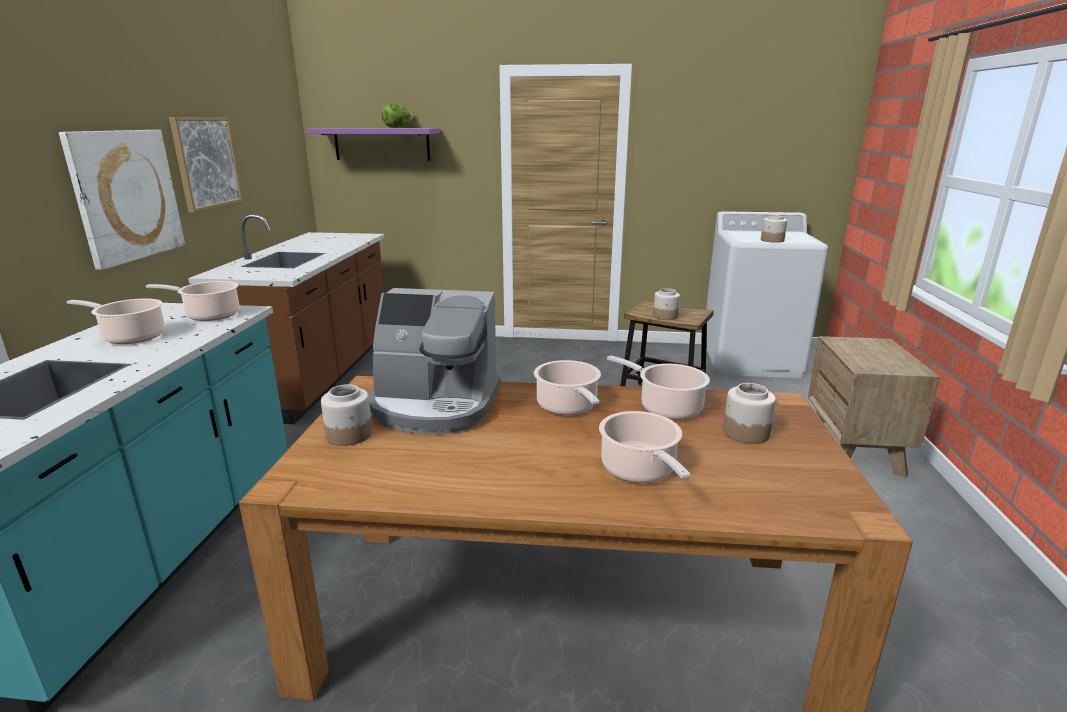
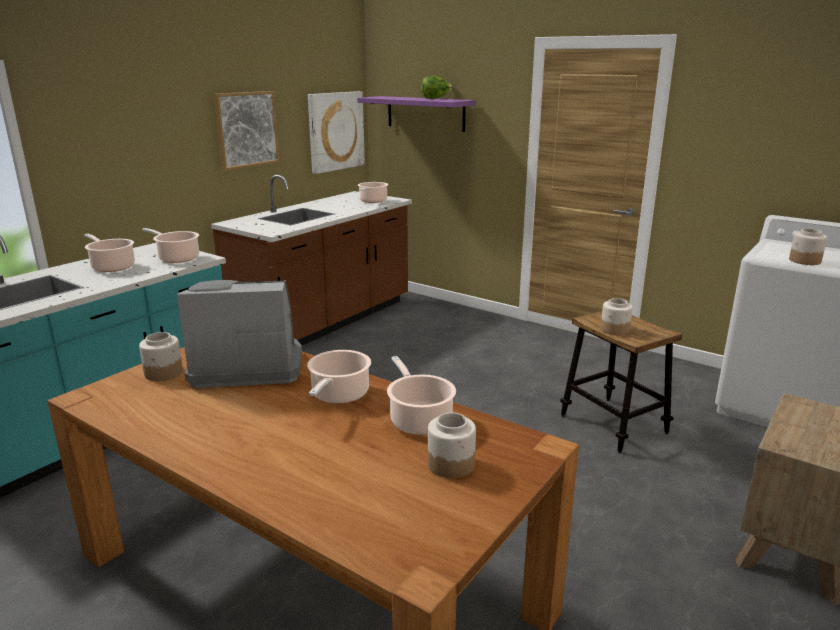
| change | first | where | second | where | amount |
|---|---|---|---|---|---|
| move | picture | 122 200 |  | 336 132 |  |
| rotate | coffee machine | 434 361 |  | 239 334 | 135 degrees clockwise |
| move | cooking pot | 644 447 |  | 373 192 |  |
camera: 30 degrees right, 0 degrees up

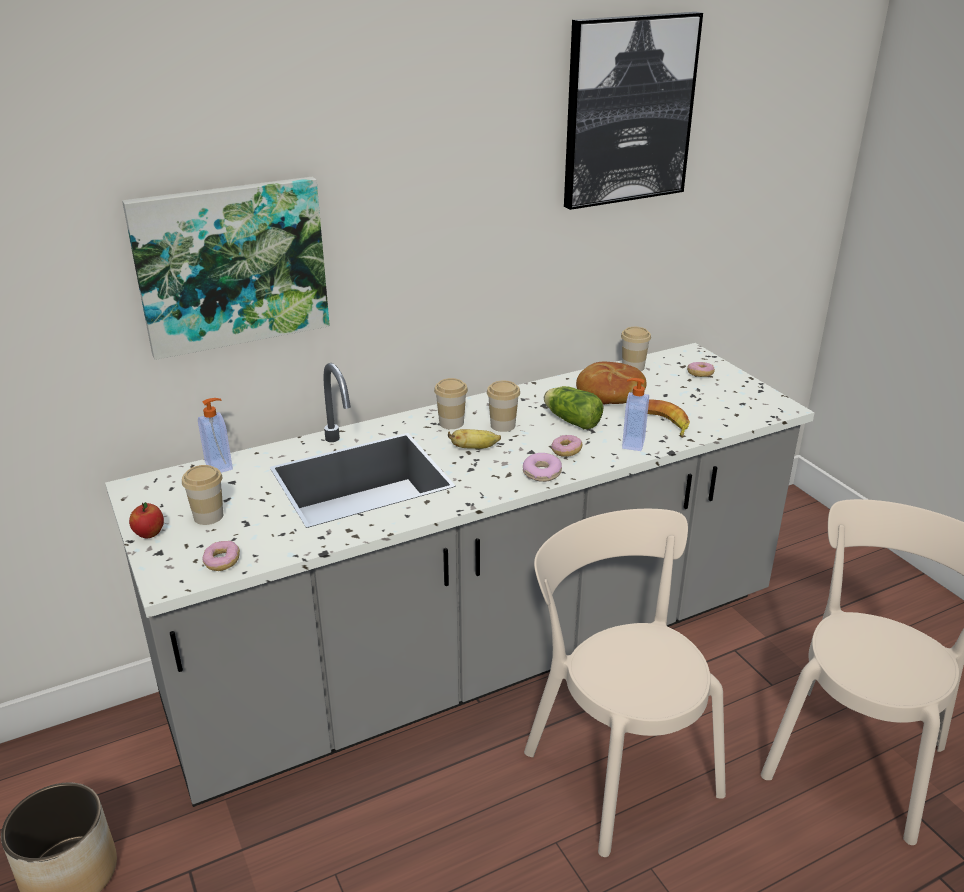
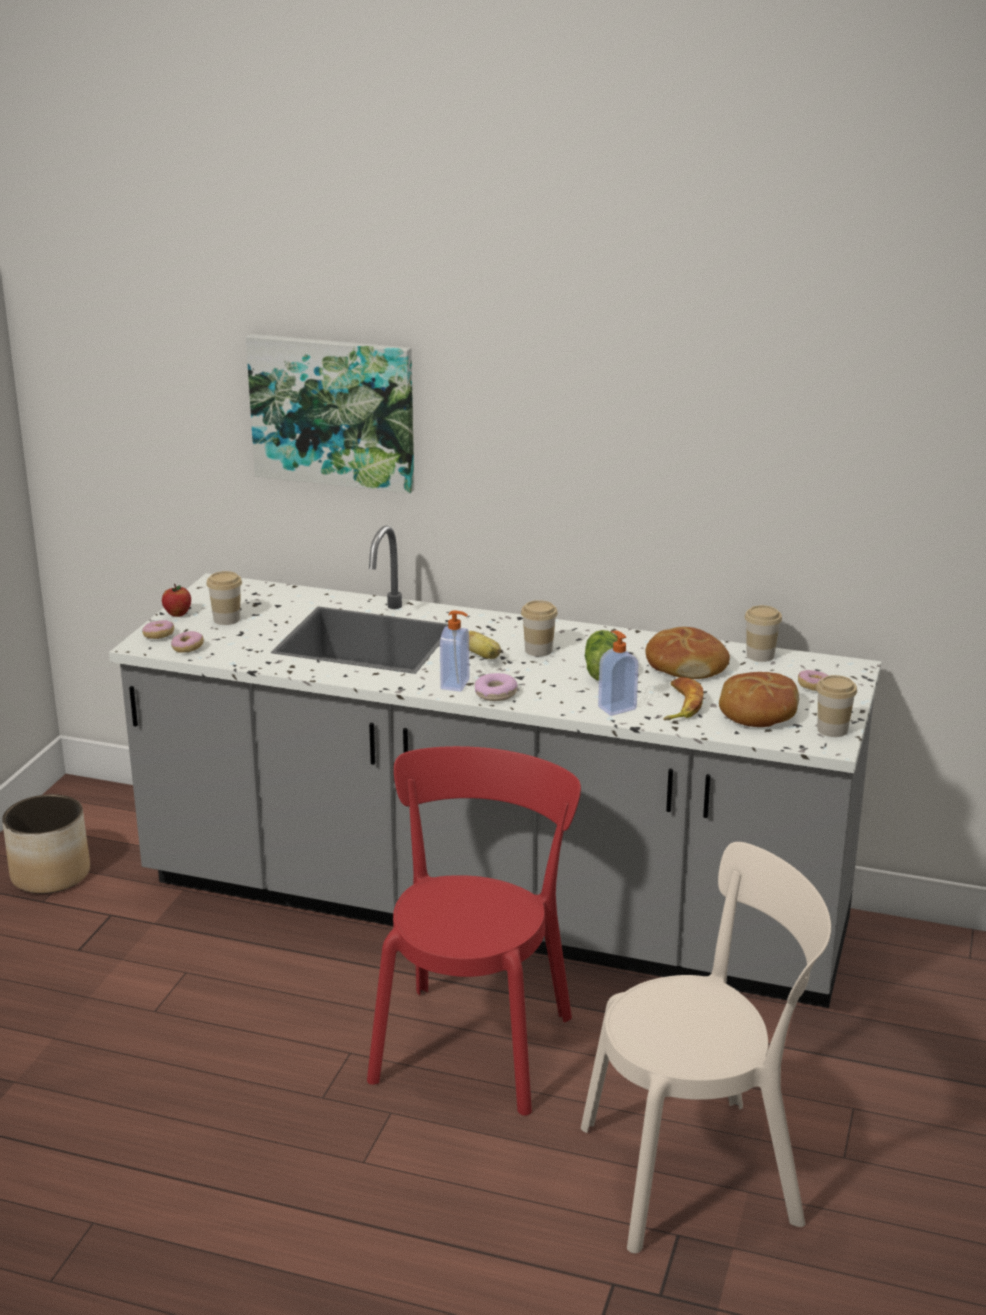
| change | first | where | second | where | amount |
|---|---|---|---|---|---|
| delete | picture | 633 111 |  |  |  |
| move | cup | 451 403 |  | 836 706 |  |
| move | soap dispenser | 215 435 |  | 454 651 |  |
| move | donut | 566 446 |  | 158 629 |  |
| recolor | beige chair | 625 683 | red chair | 474 931 |  |
| insert |  |  | bread | 759 699 |  |
camera: 45 degrees right, 5 degrees down

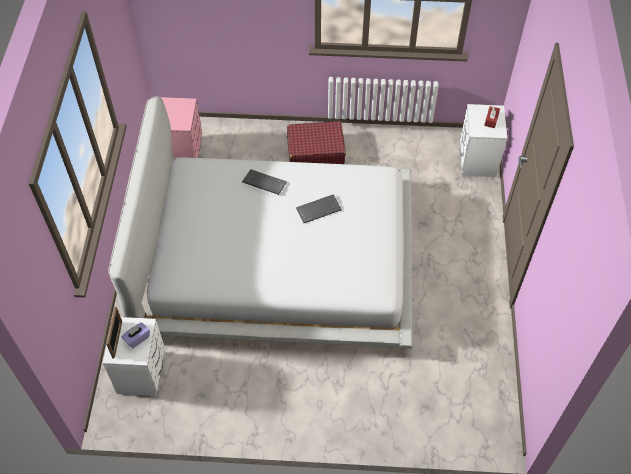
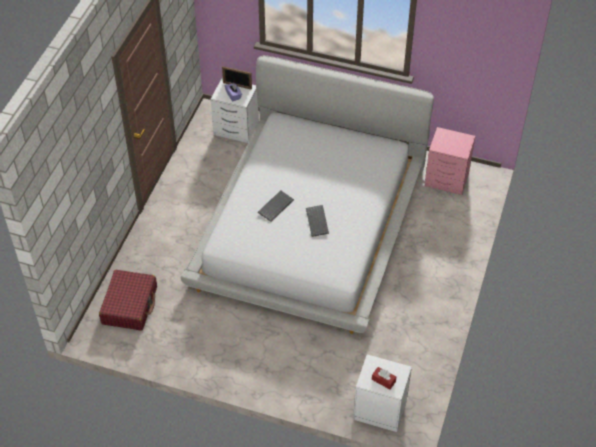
| change | first | where | second | where | amount |
|---|---|---|---|---|---|
| move | red suitcase | 316 142 |  | 128 300 |  |
| move | keyboard | 264 182 |  | 276 206 |  |
camera: 105 degrees right, 5 degrees down

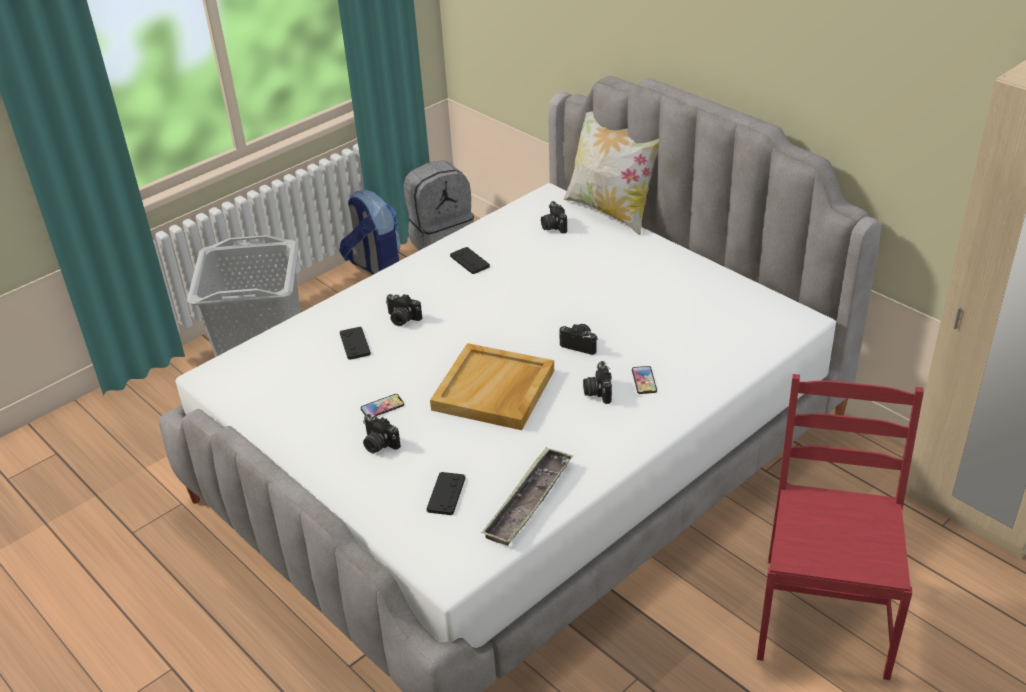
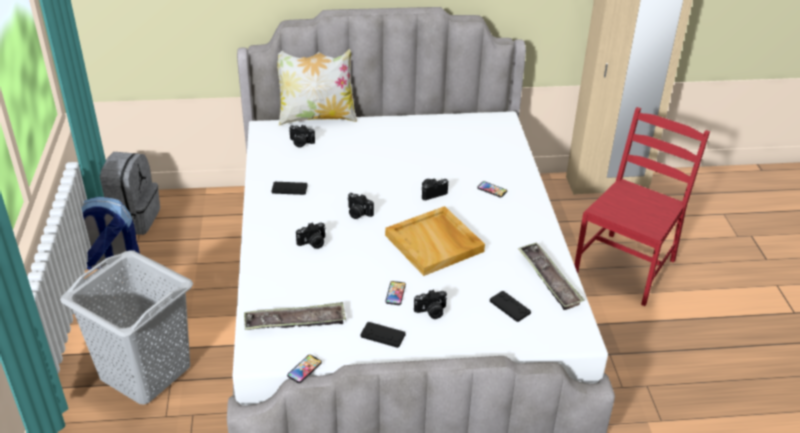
| change | first | where | second | where | amount |
|---|---|---|---|---|---|
| move | black game controller | 355 343 |  | 383 335 |  |
| move | photo camera | 597 382 |  | 360 206 |  |
| rotate | red chair | 840 527 |  | 642 206 | 75 degrees clockwise |
| insert |  |  | tray | 295 316 |  |
| insert |  |  | phone | 304 369 |  |
camera: 55 degrees left, 0 degrees up

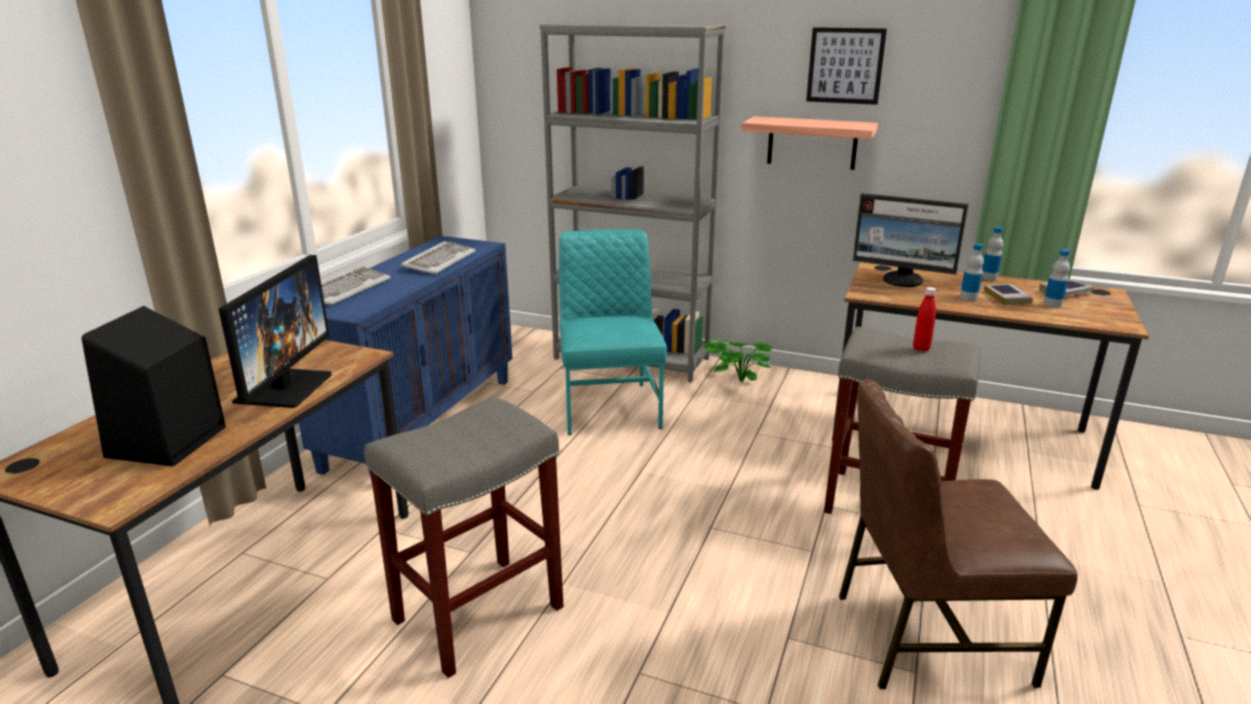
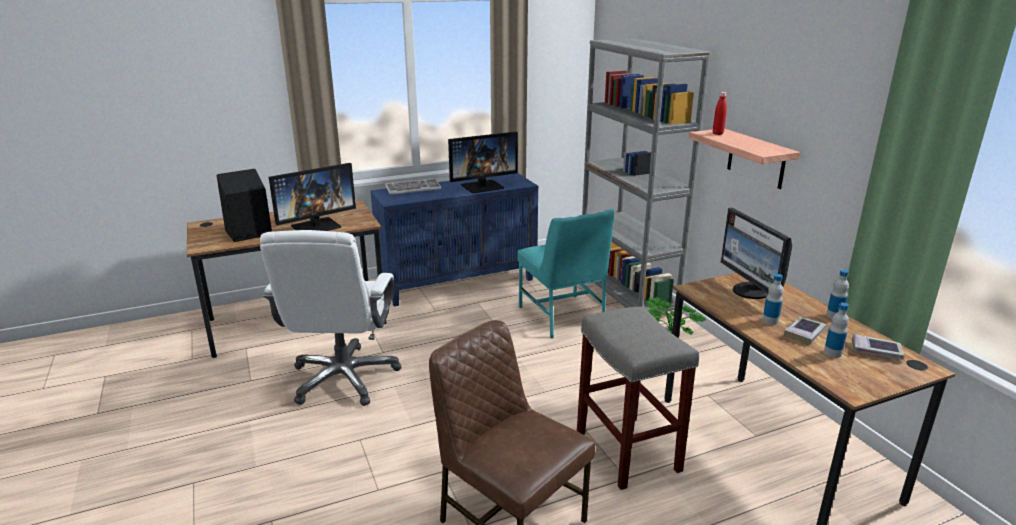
| change | first | where | second | where | amount |
|---|---|---|---|---|---|
| delete | picture | 846 66 |  |  |  |
| rotate | turquoise chair | 613 332 |  | 565 273 | 120 degrees clockwise |
| replace | keyboard | 438 257 | monitor | 483 162 |  |
| move | red bottle | 924 319 |  | 720 113 |  |
| replace | grey stool | 464 537 | white office chair | 330 318 |  |
camera: 45 degrees right, 0 degrees up

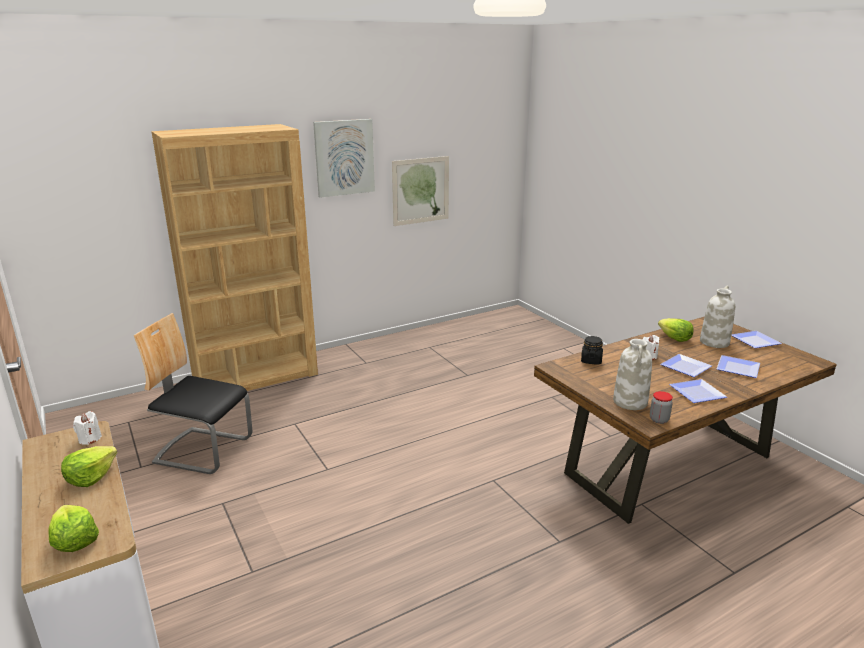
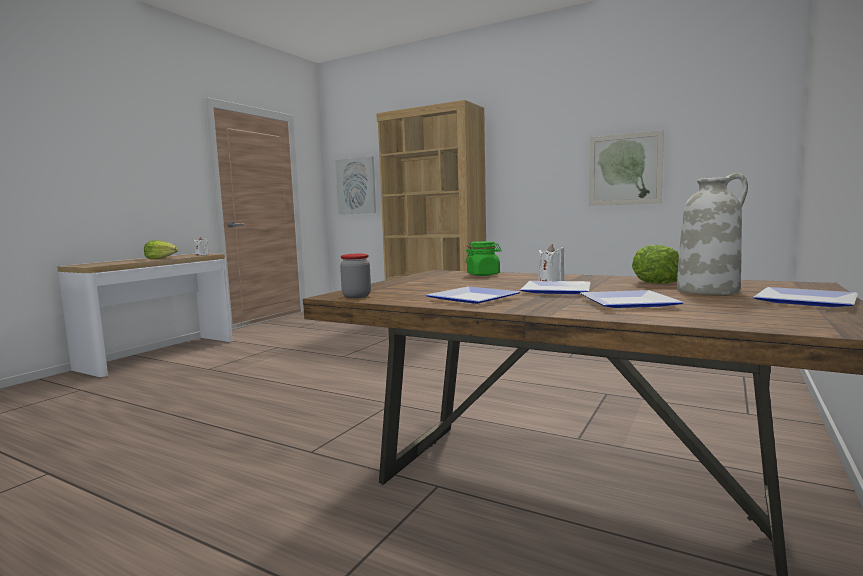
| change | first | where | second | where | amount |
|---|---|---|---|---|---|
| move | picture | 344 158 |  | 355 185 |  |
| delete | chair | 193 393 |  |  |  |
| recolor | black jar | 592 350 | green jar | 483 258 |  |
| delete | white vase | 632 374 |  |  |  |
| delete | lettuce | 73 528 |  |  |  |
camera: 60 degrees right, 15 degrees down

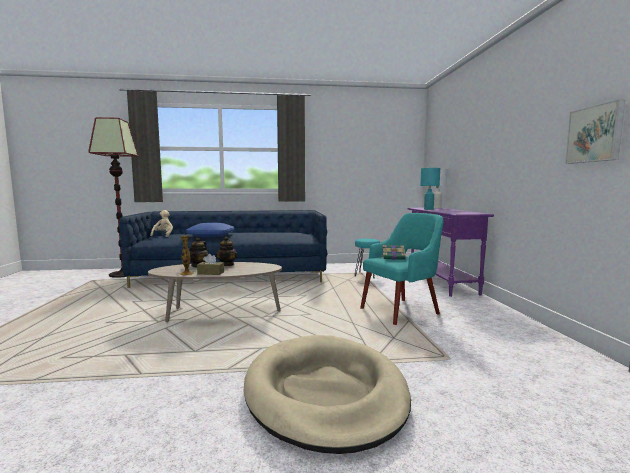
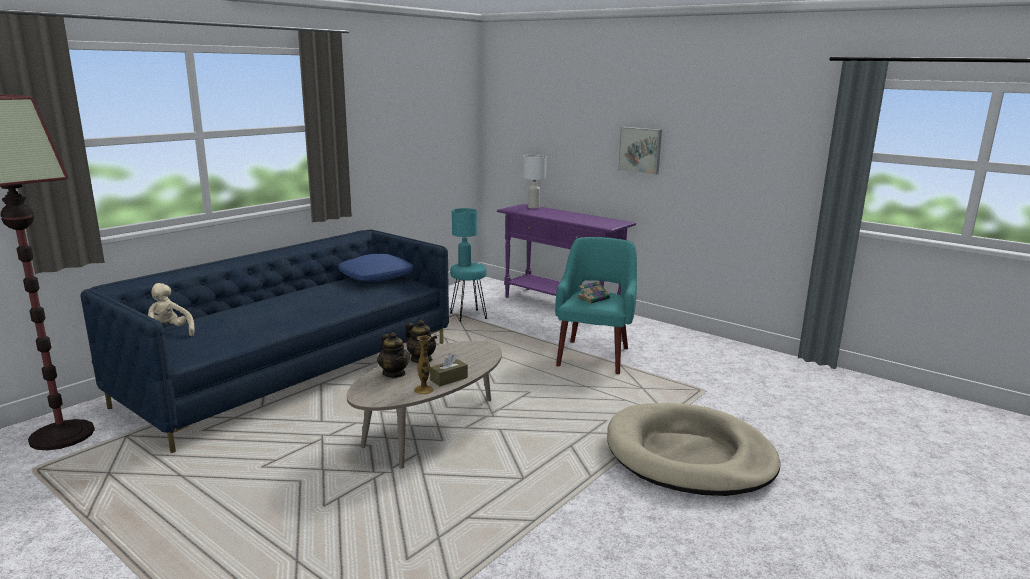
| change | first | where | second | where | amount |
|---|---|---|---|---|---|
| move | picture | 595 132 |  | 640 151 |  |
| move | turquoise table lamp | 430 189 |  | 464 237 |  |
| move | blue pillow | 210 230 |  | 375 268 |  |
camera: 45 degrees left, 10 degrees up

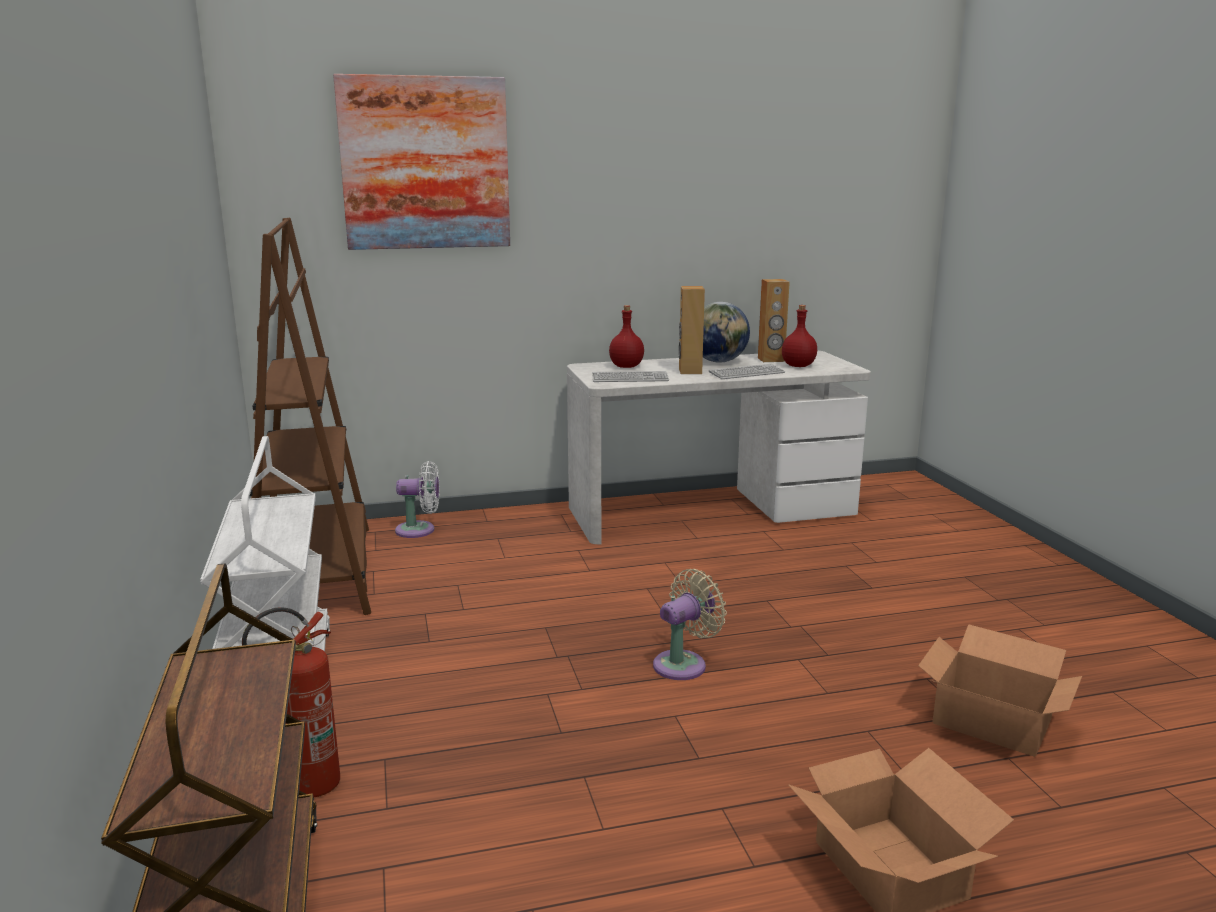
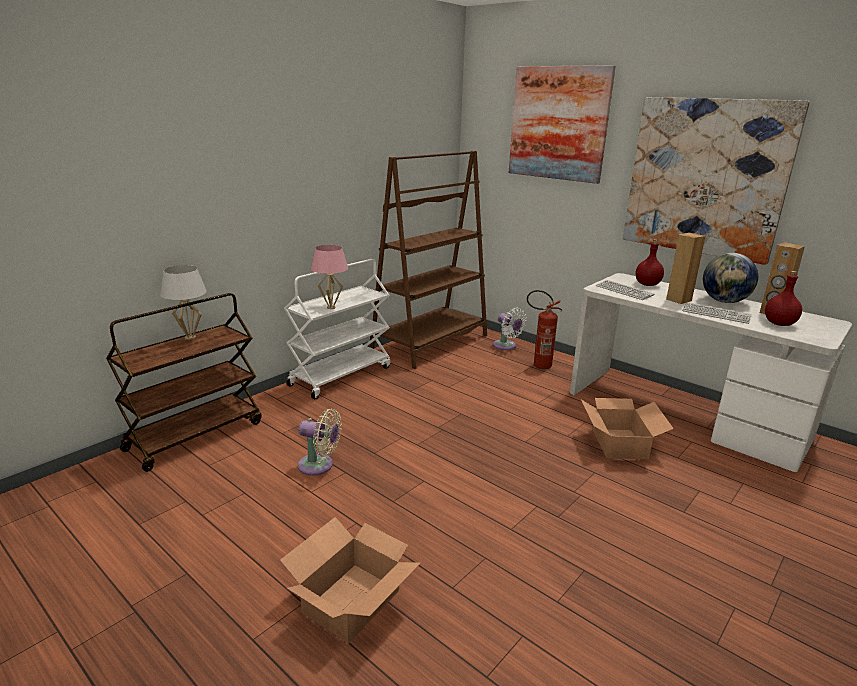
| change | first | where | second | where | amount |
|---|---|---|---|---|---|
| move | beige fan | 690 624 |  | 320 442 |  |
| move | fire extinguisher | 291 702 |  | 544 329 |  |
| move | cardboard box | 1000 690 |  | 627 428 |  |
| insert |  |  | picture | 716 181 |  |
| insert |  |  | pink table lamp | 329 277 |  |
| insert |  |  | white table lamp | 183 302 |  |
camera: 55 degrees right, 5 degrees up

